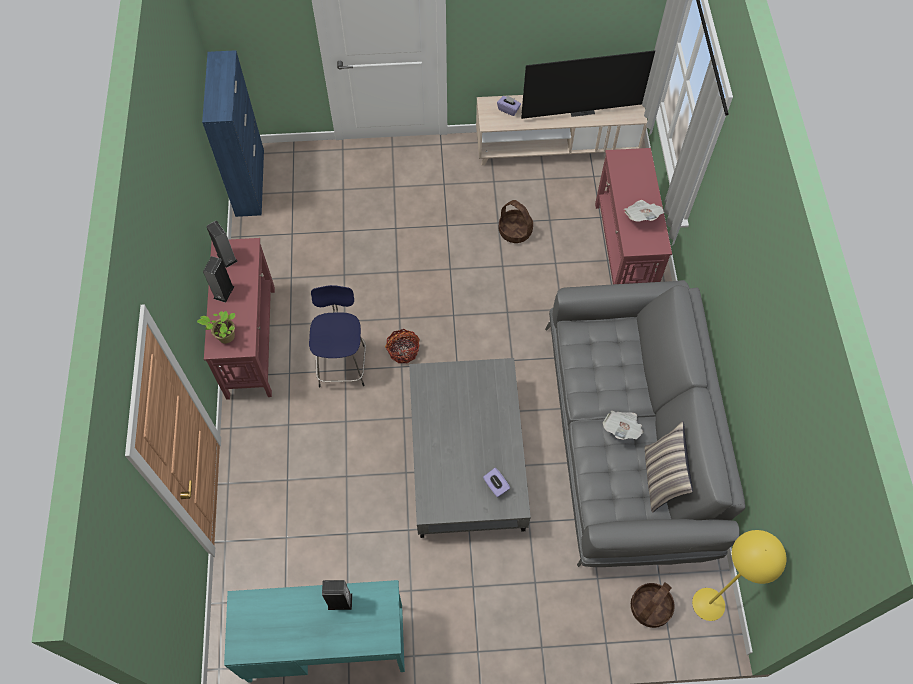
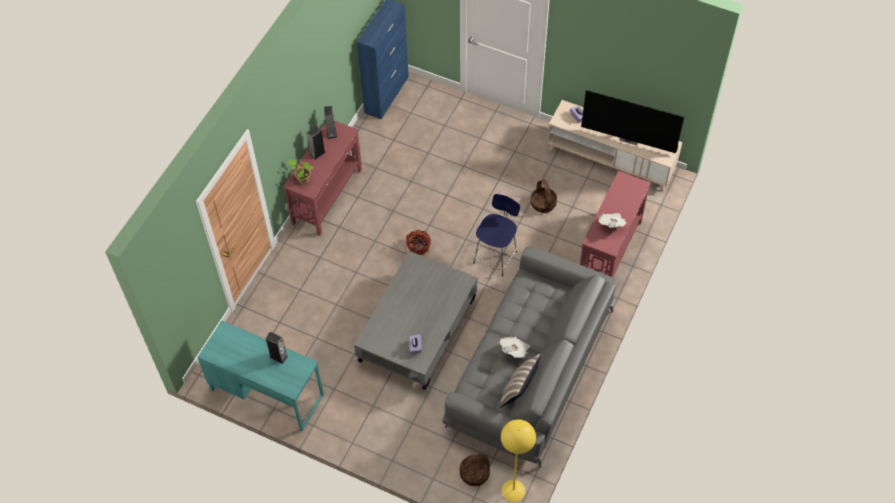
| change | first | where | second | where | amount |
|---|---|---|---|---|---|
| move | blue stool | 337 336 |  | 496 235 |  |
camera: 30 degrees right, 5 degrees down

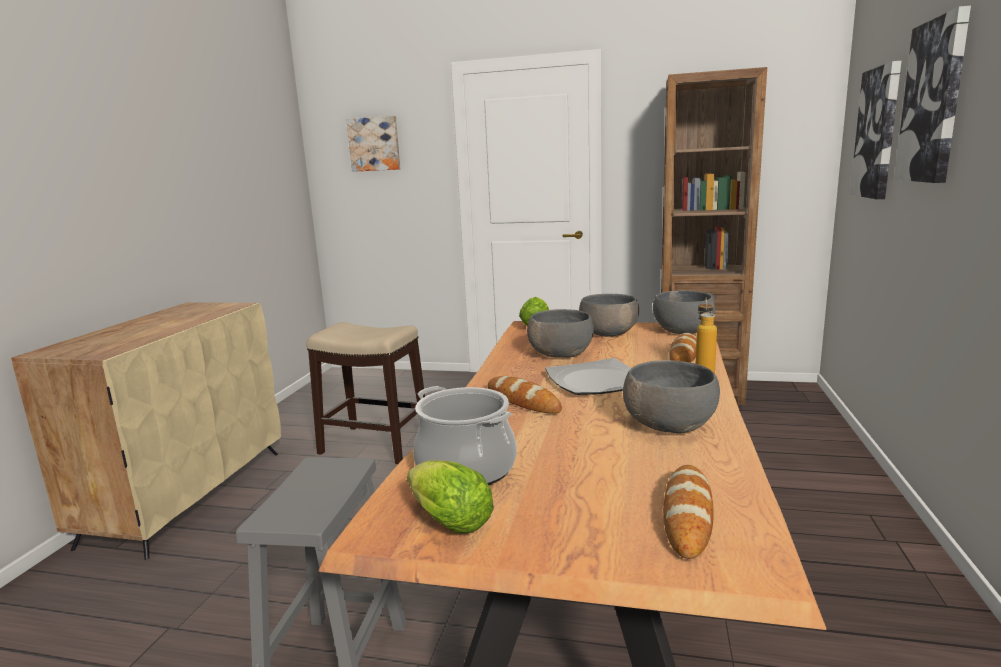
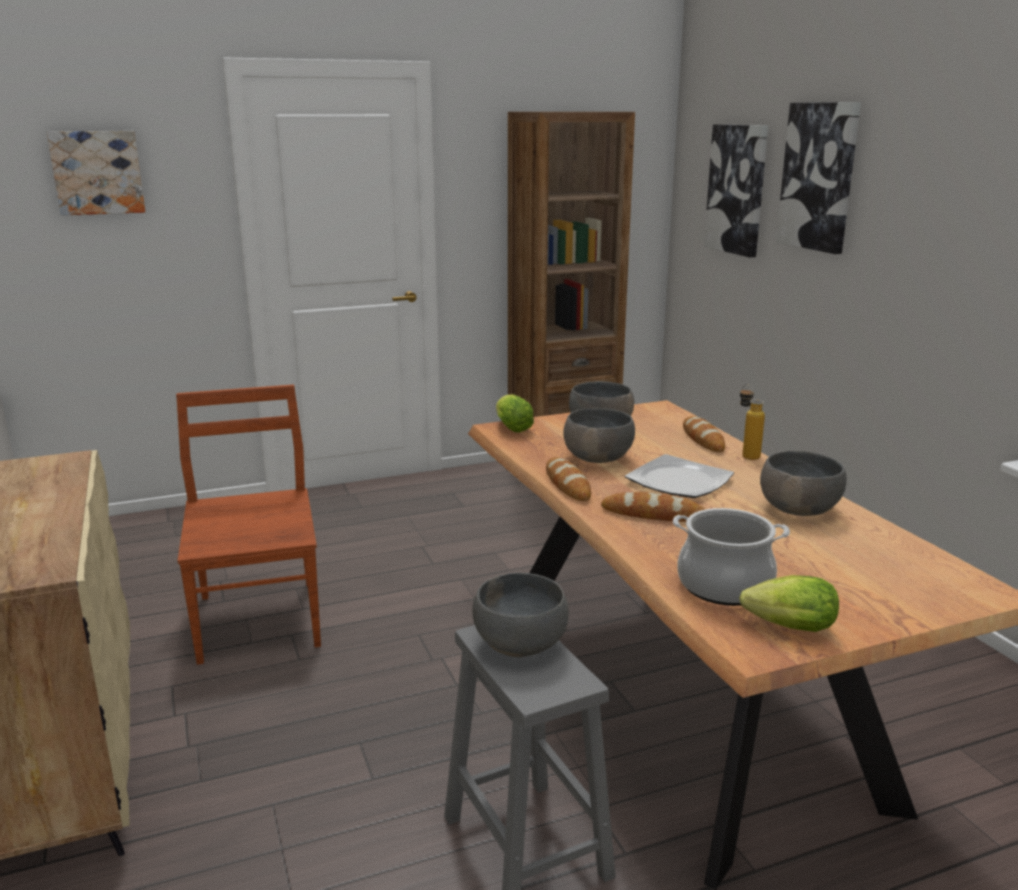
| change | first | where | second | where | amount |
|---|---|---|---|---|---|
| move | grey bowl | 684 312 |  | 520 614 |  |
| replace | stool | 366 393 | brown chair | 248 525 |  |
| move | bread | 688 512 |  | 568 479 |  |
camera: 35 degrees left, 5 degrees up

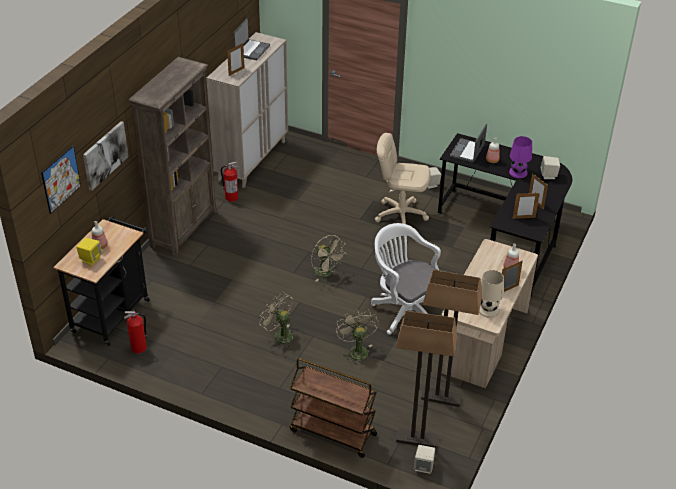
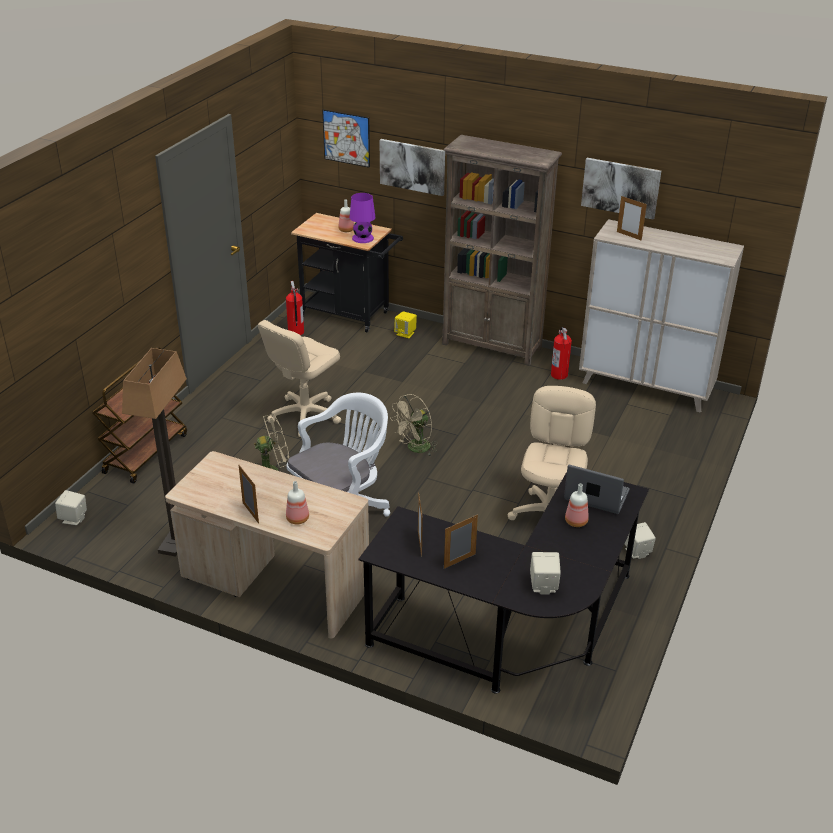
| change | first | where | second | where | amount |
|---|---|---|---|---|---|
| delete | laptop | 251 39 |  |  |  |
| move | purple table lamp | 520 157 |  | 363 218 |  |
| move | yellow speaker | 89 251 |  | 405 324 |  |
| delete | beige table lamp | 491 294 |  |  |  |
| replace | beige fan | 276 320 | beige office chair | 299 378 |  |
| delete | floor lamp | 426 380 |  |  |  |
| insert |  |  | picture | 621 189 |  |
camera: 90 degrees right, 5 degrees down

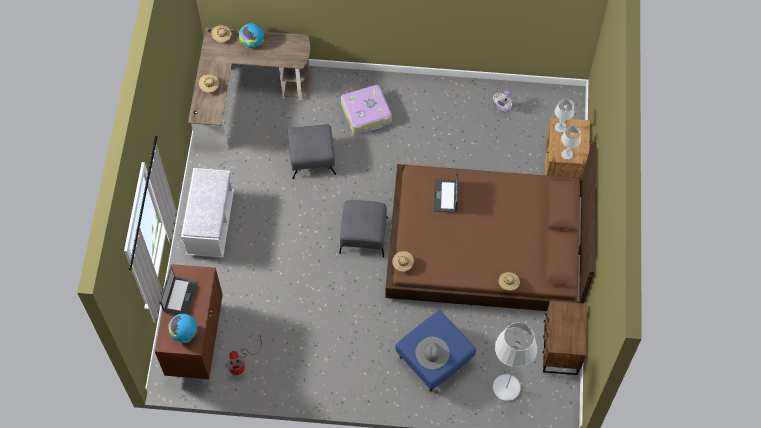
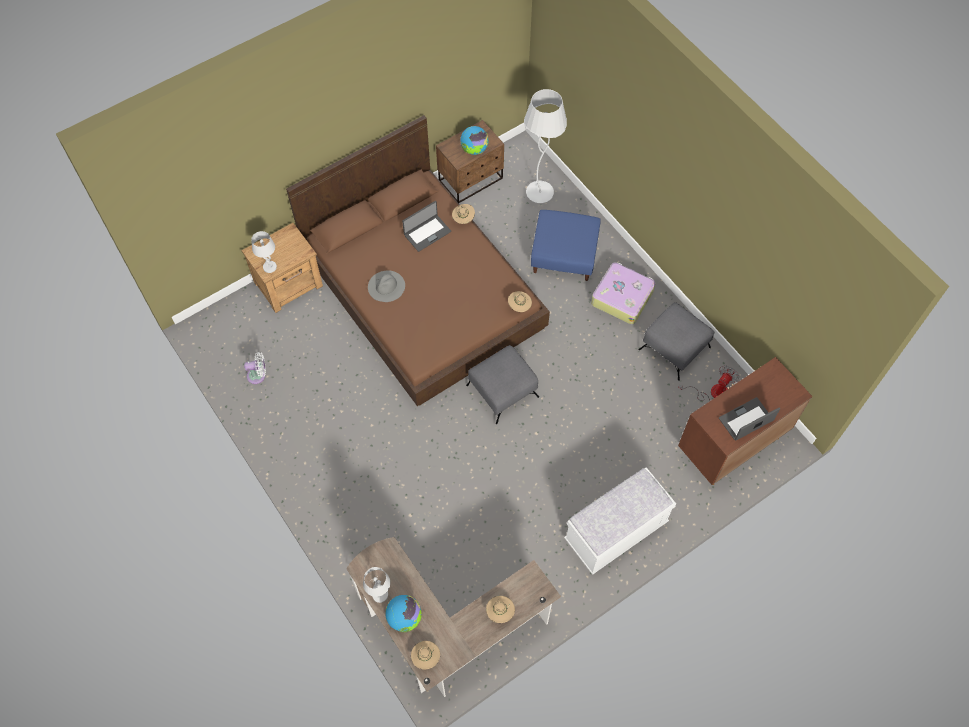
| change | first | where | second | where | amount |
|---|---|---|---|---|---|
| move | suitcase | 366 109 |  | 623 293 |  |
| move | grey ottoman | 312 151 |  | 676 341 |  |
| move | white table lamp | 571 143 |  | 376 585 |  |
| move | laptop | 446 191 |  | 426 226 |  |
| move | globe | 183 328 |  | 474 140 |  |
| move | grey hat | 433 353 |  | 386 286 |  |
camera: 130 degrees left, 0 degrees up

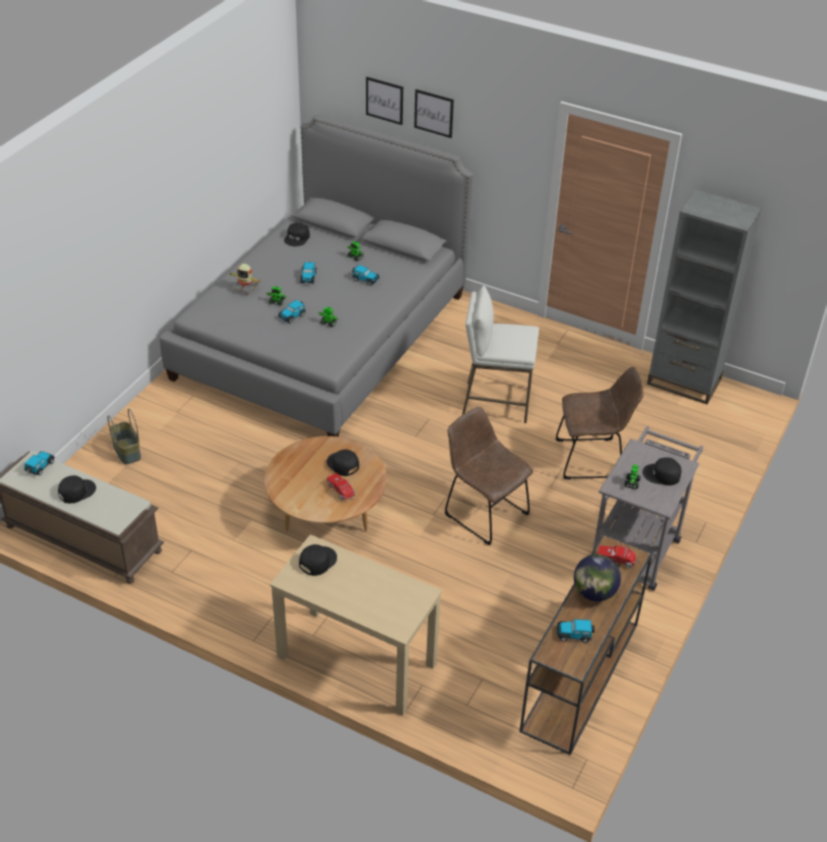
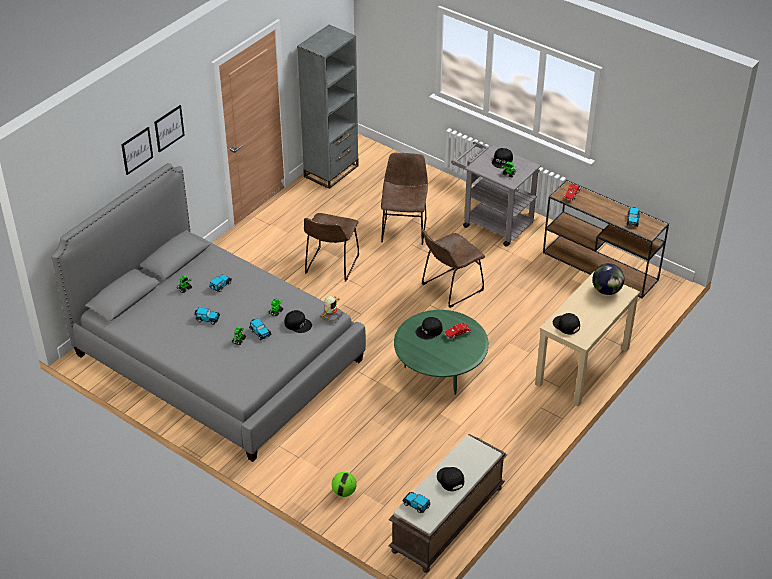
| change | first | where | second | where | amount |
|---|---|---|---|---|---|
| move | picture | 384 101 |  | 169 128 |  |
| move | black cap | 297 234 |  | 298 321 |  |
| move | toy robot | 245 279 |  | 332 309 |  |
| replace | white stool | 500 354 | brown chair | 331 247 |  |
| replace | basket | 124 436 | football | 344 484 |  |
| recolor | brown coffee table | 325 484 | green coffee table | 441 352 |  |
| move | globe | 597 577 |  | 608 279 |  |
camera: 80 degrees left, 0 degrees up

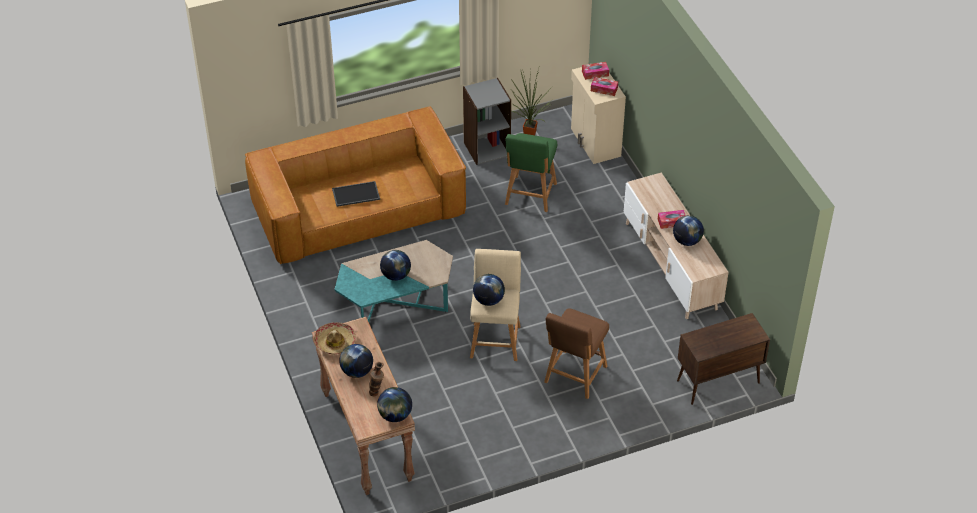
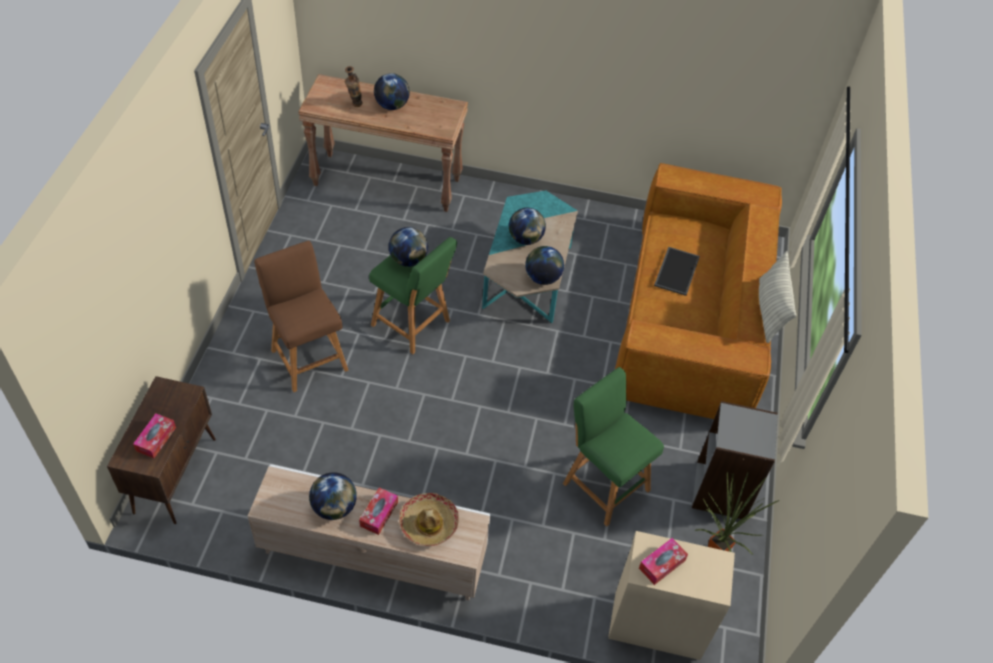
| change | first | where | second | where | amount |
|---|---|---|---|---|---|
| move | tissue box | 595 71 |  | 154 436 |  |
| recolor | beige stool | 495 305 | green stool | 413 295 |  |
| move | hat | 335 338 |  | 429 519 |  |
| move | globe | 394 404 |  | 544 265 |  |
| insert |  |  | pillow | 778 297 |  |
camera: 120 degrees right, 5 degrees up

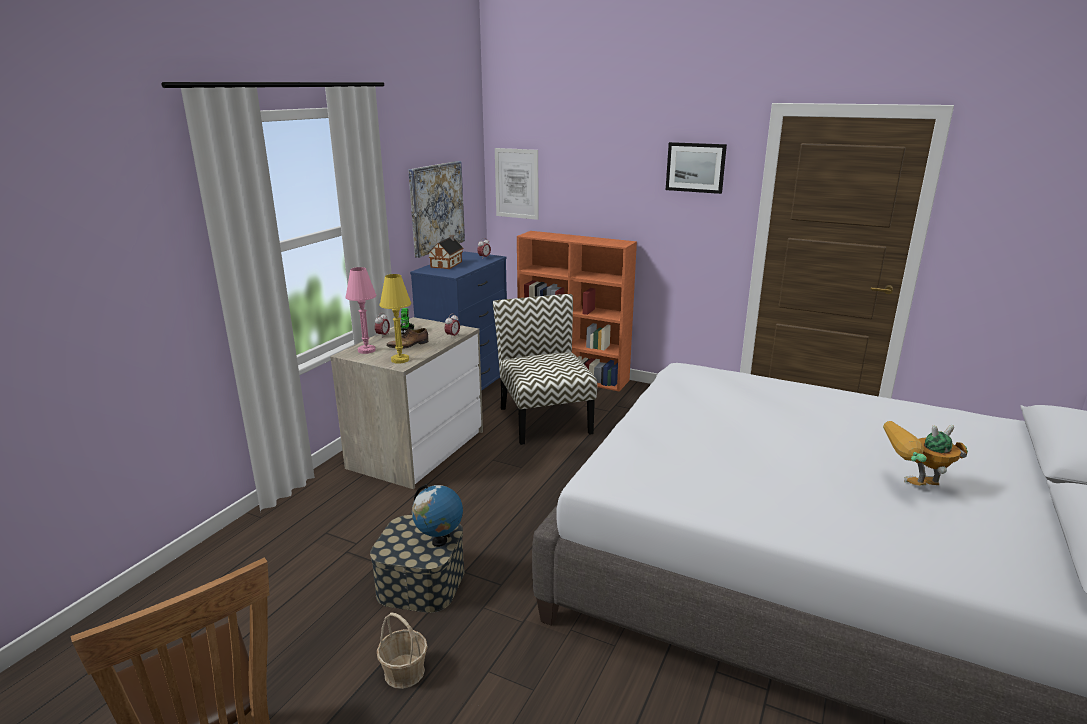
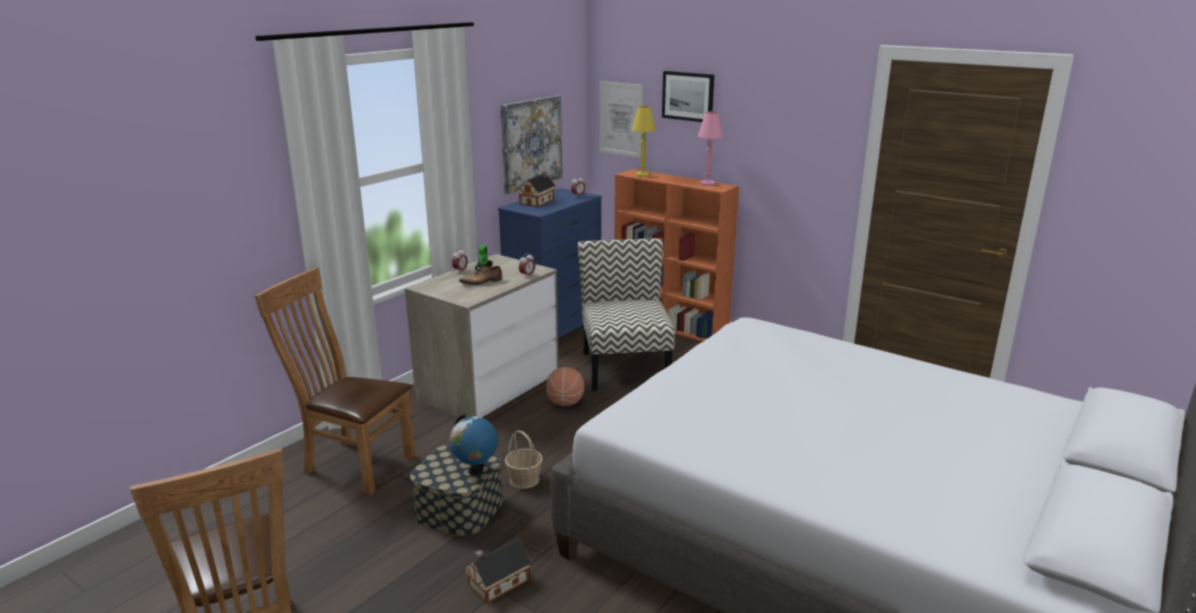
| change | first | where | second | where | amount |
|---|---|---|---|---|---|
| move | picture | 696 168 |  | 688 96 |  |
| move | pink table lamp | 361 310 |  | 710 149 |  |
| move | yellow table lamp | 395 319 |  | 644 142 |  |
| delete | toy robot | 925 453 |  |  |  |
| move | basket | 402 650 |  | 524 459 |  |
| insert |  |  | brown chair | 335 381 |  |
| insert |  |  | basketball | 565 386 |  |
| insert |  |  | toy house | 497 571 |  |
camera: 10 degrees right, 0 degrees up

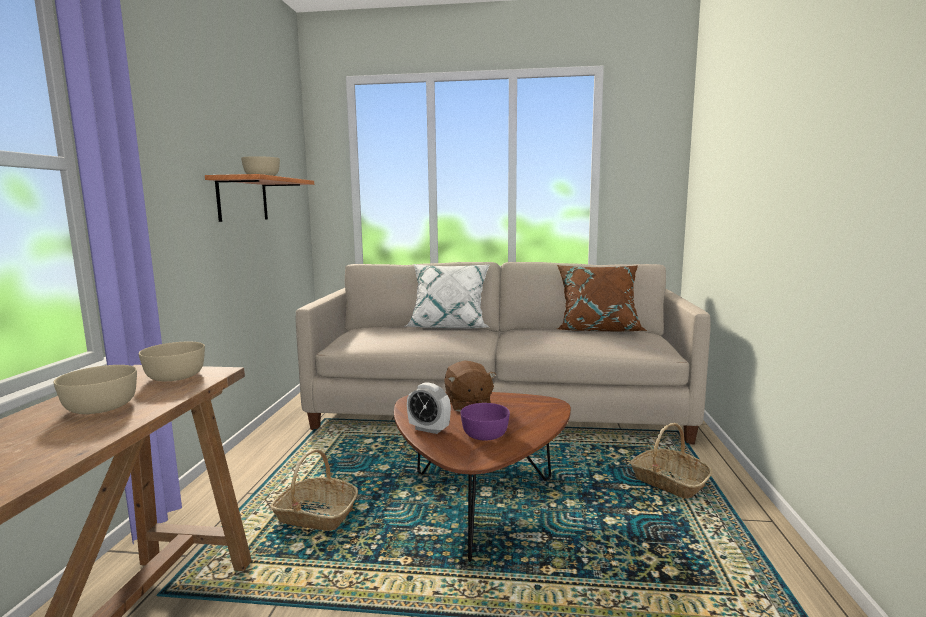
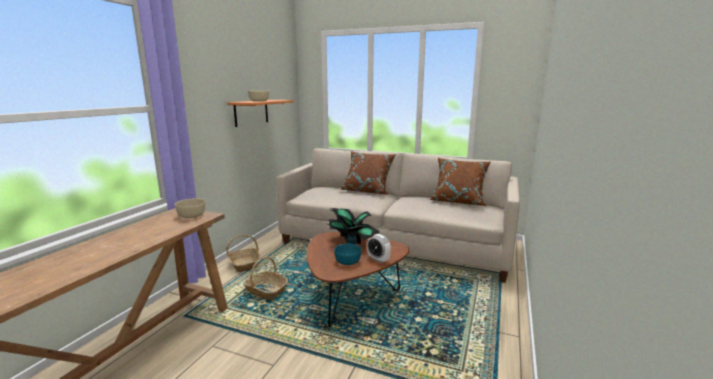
| change | first | where | second | where | amount |
|---|---|---|---|---|---|
| recolor | white pillow | 448 296 | brown pillow | 368 173 |  |
| replace | brown plush toy | 470 386 | potted plant | 353 226 |  |
| delete | beige bowl | 95 389 |  |  |  |
| move | alarm clock | 429 408 |  | 379 248 |  |
| recolor | purple bowl | 485 422 | turquoise bowl | 348 254 |  |
| move | basket | 671 461 |  | 243 253 |  |
camera: 15 degrees right, 5 degrees up

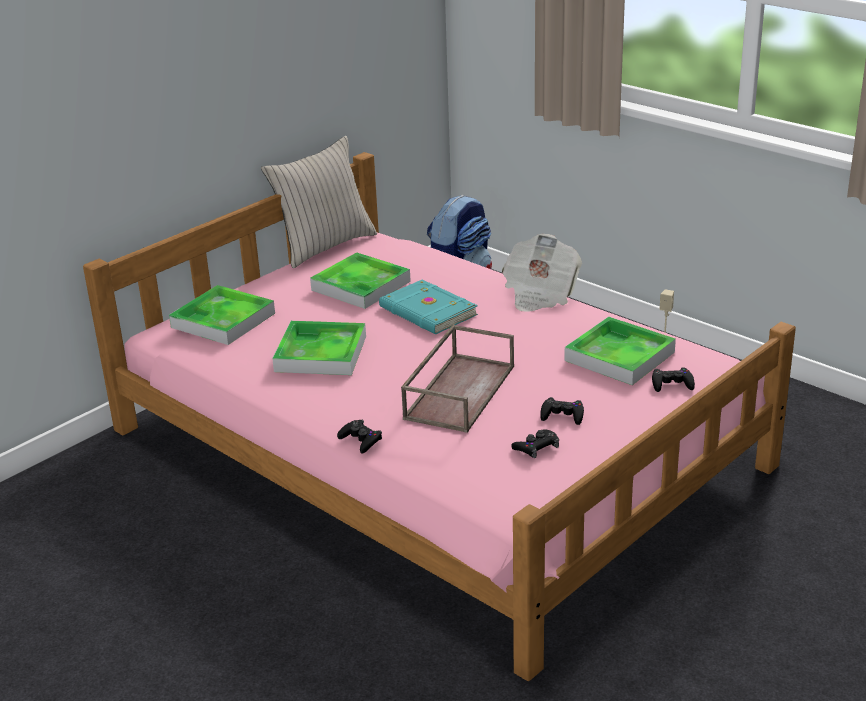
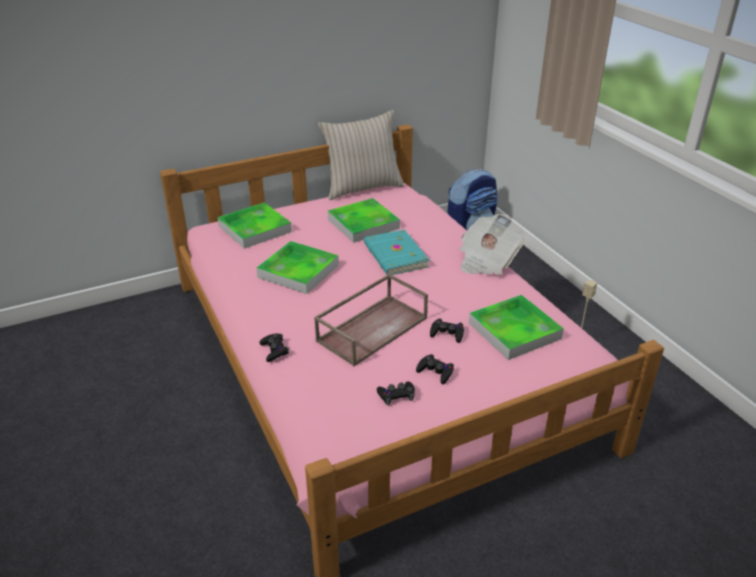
| change | first | where | second | where | amount |
|---|---|---|---|---|---|
| move | black game controller | 673 379 |  | 447 330 |  |
camera: 20 degrees right, 5 degrees up

